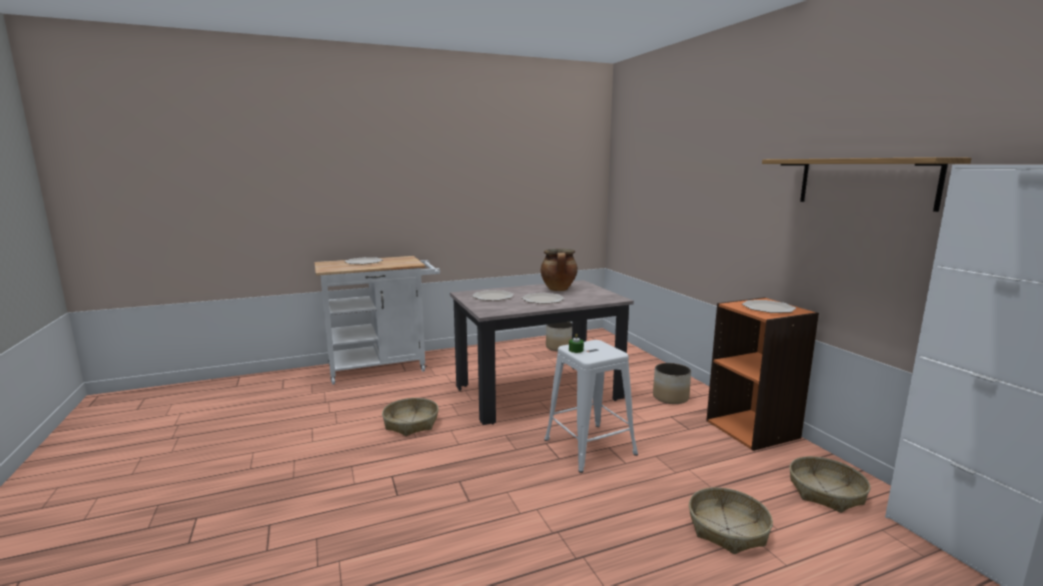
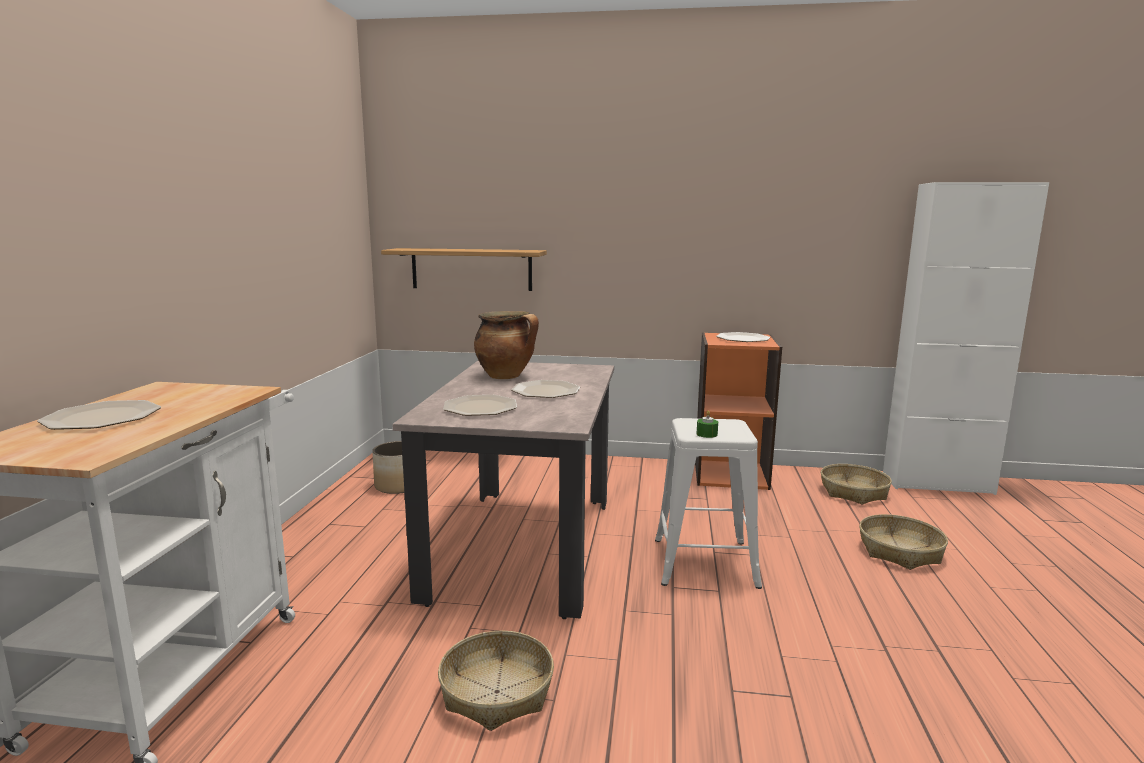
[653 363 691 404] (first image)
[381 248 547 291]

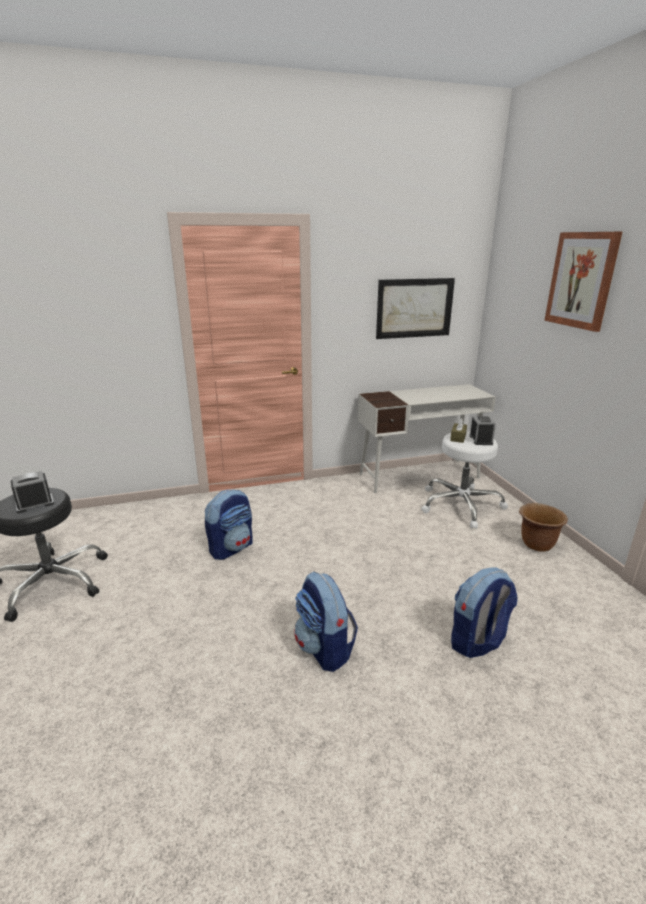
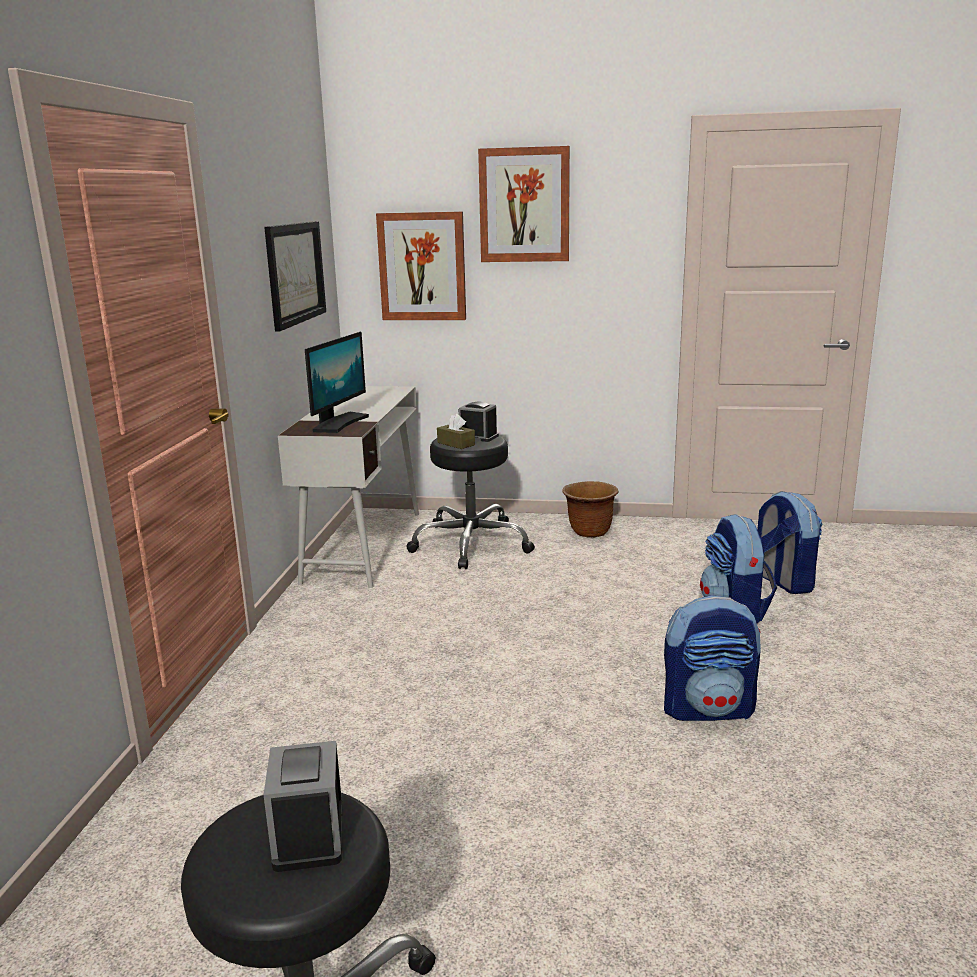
[757 491 822 594]
[406 436 535 569]
[305 332 369 433]
[376 212 466 320]

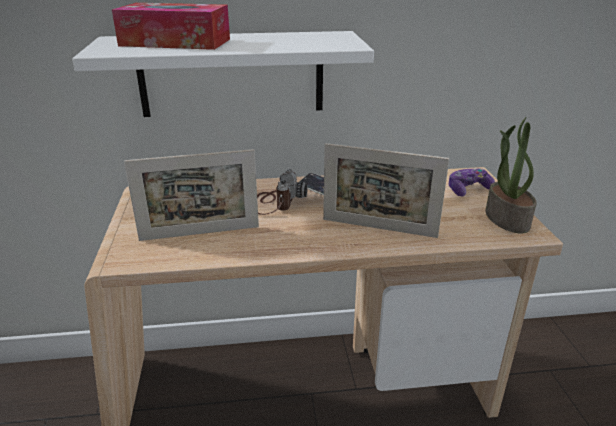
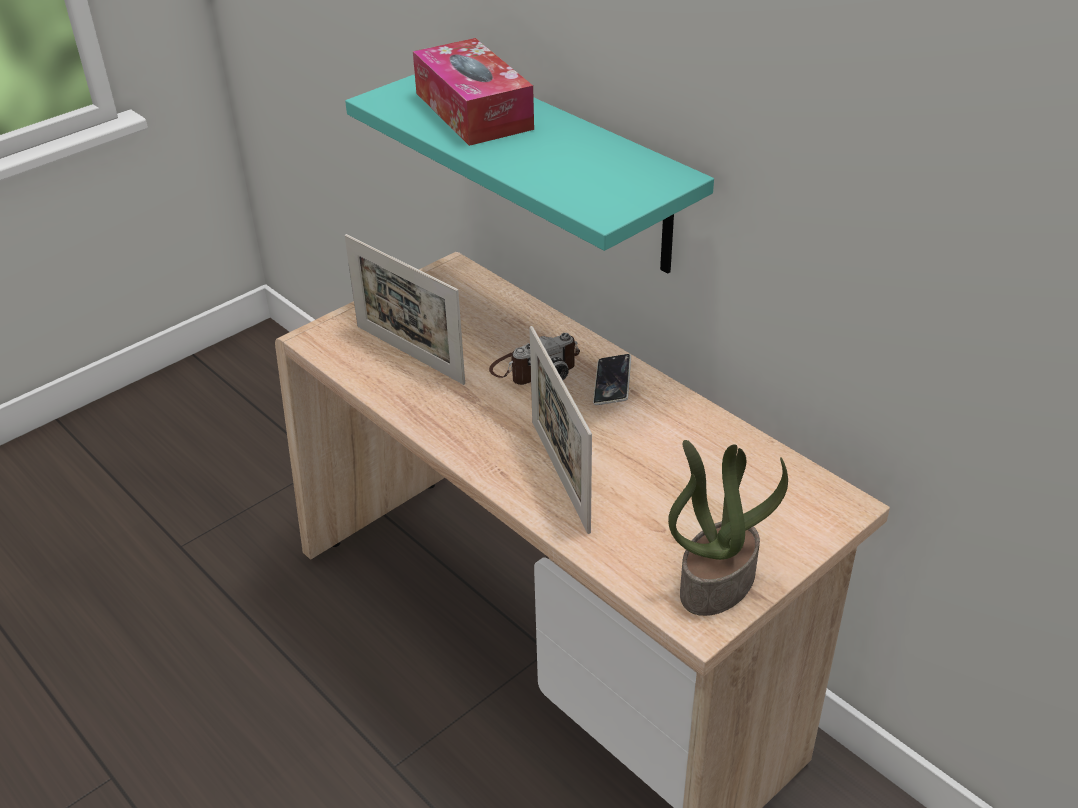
[345 74 714 273]
[449 168 495 197] (first image)

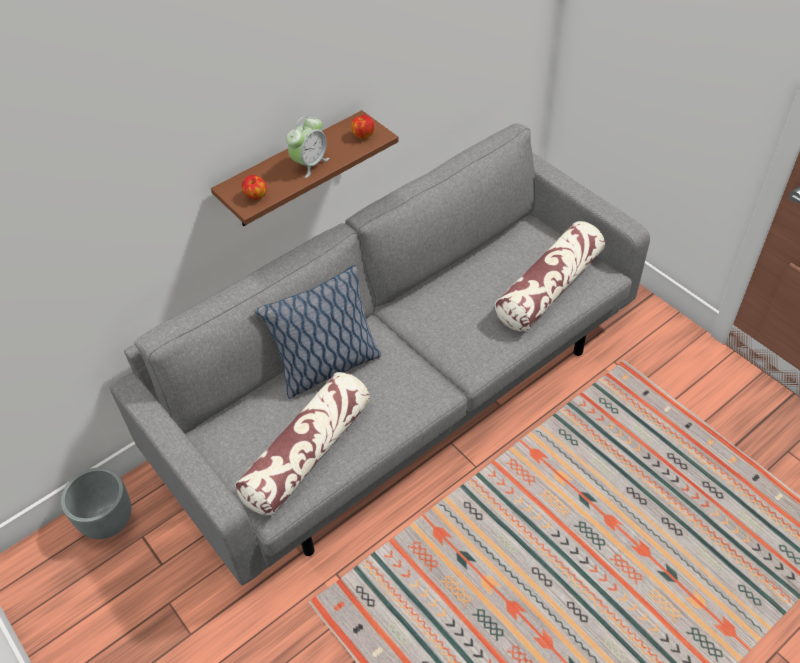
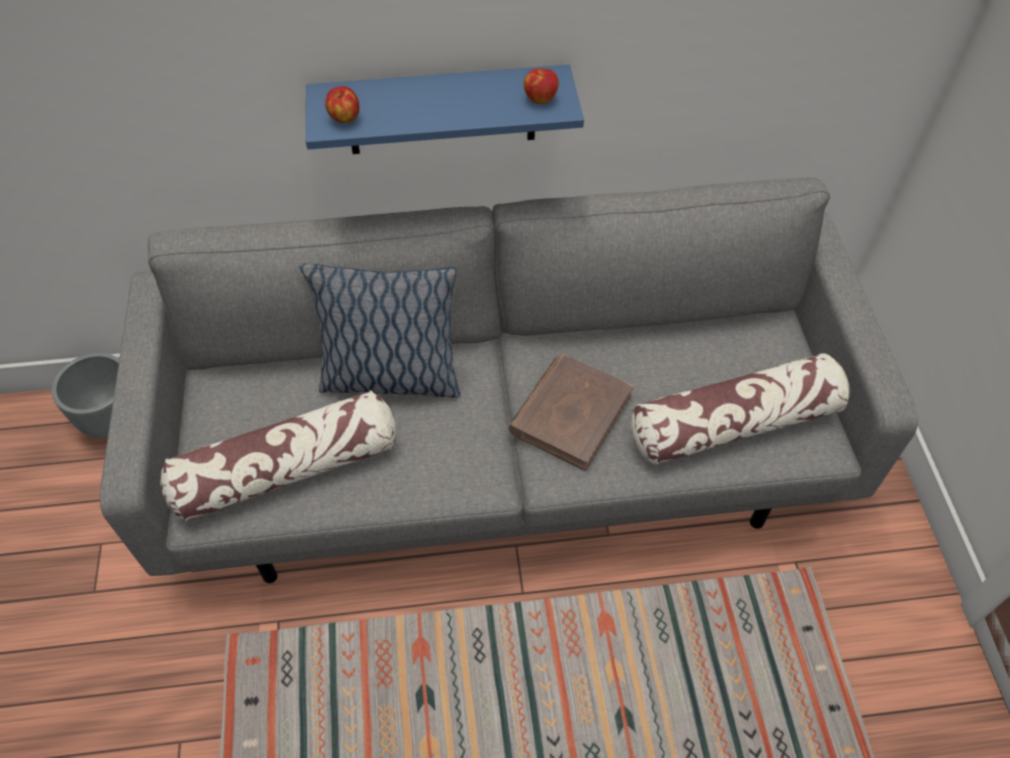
[306 65 584 154]
[286 116 329 178] (first image)
[509 354 633 471]

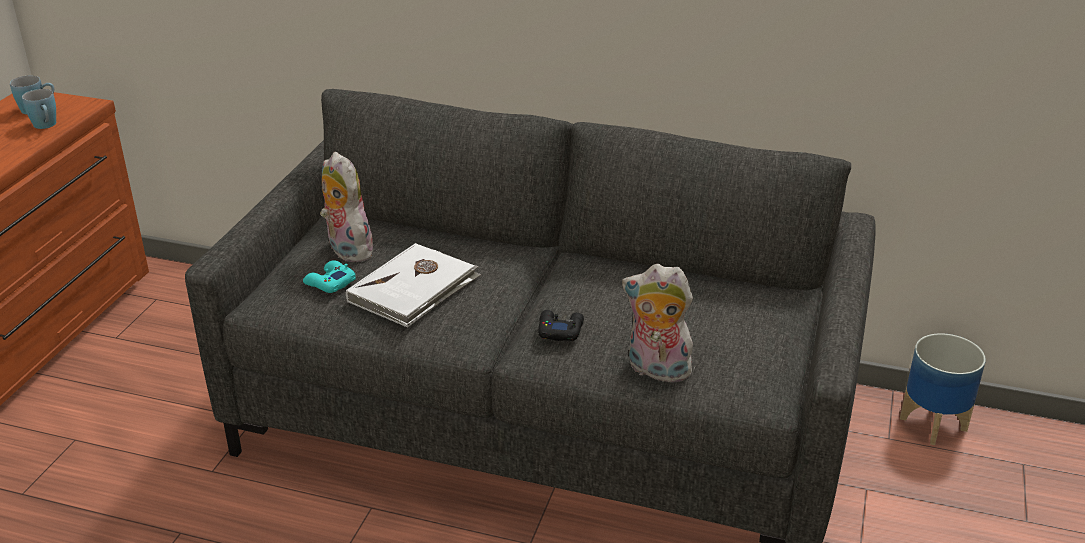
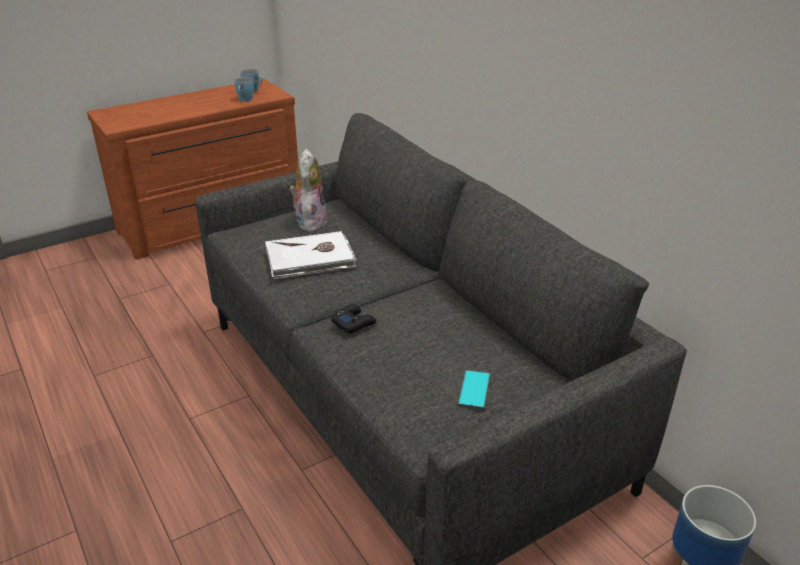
[303 260 356 293] (first image)
[622 264 693 382] (first image)
[458 369 490 410]

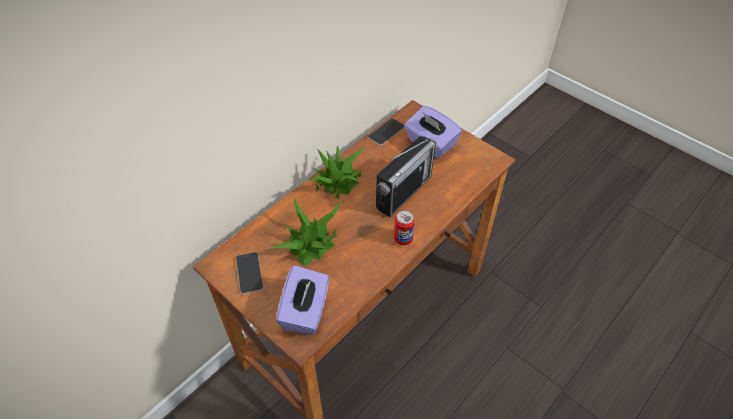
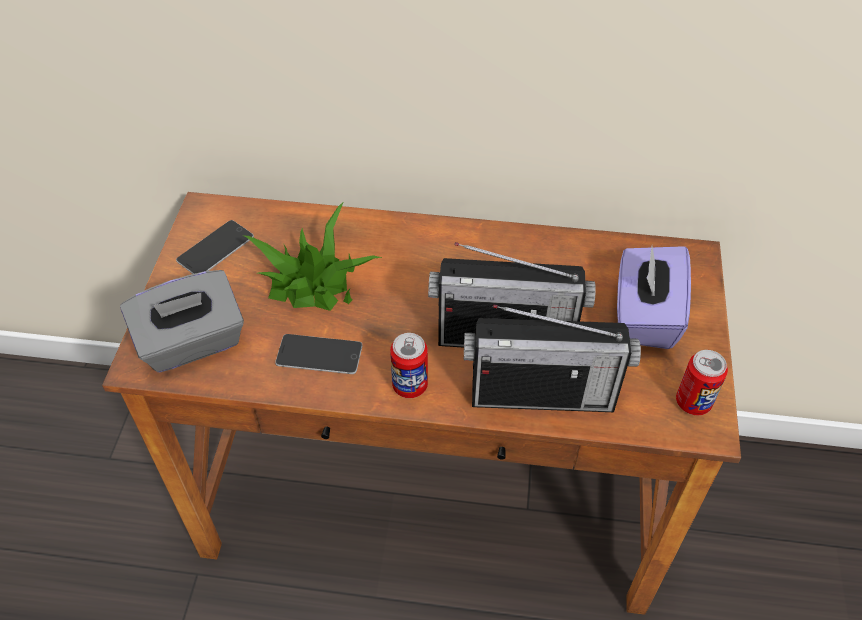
[120 270 244 372]
[309 146 365 199] (first image)
[275 334 363 374]
[464 304 641 412]
[676 350 728 415]

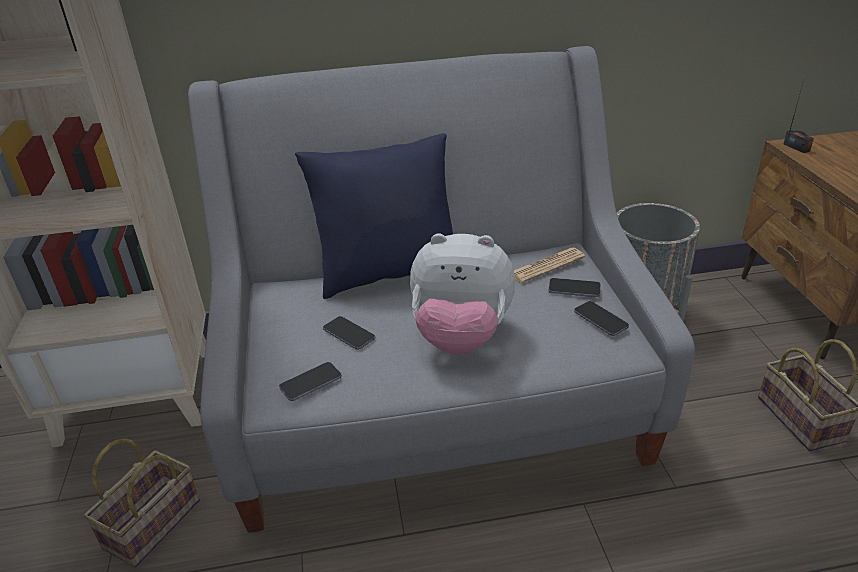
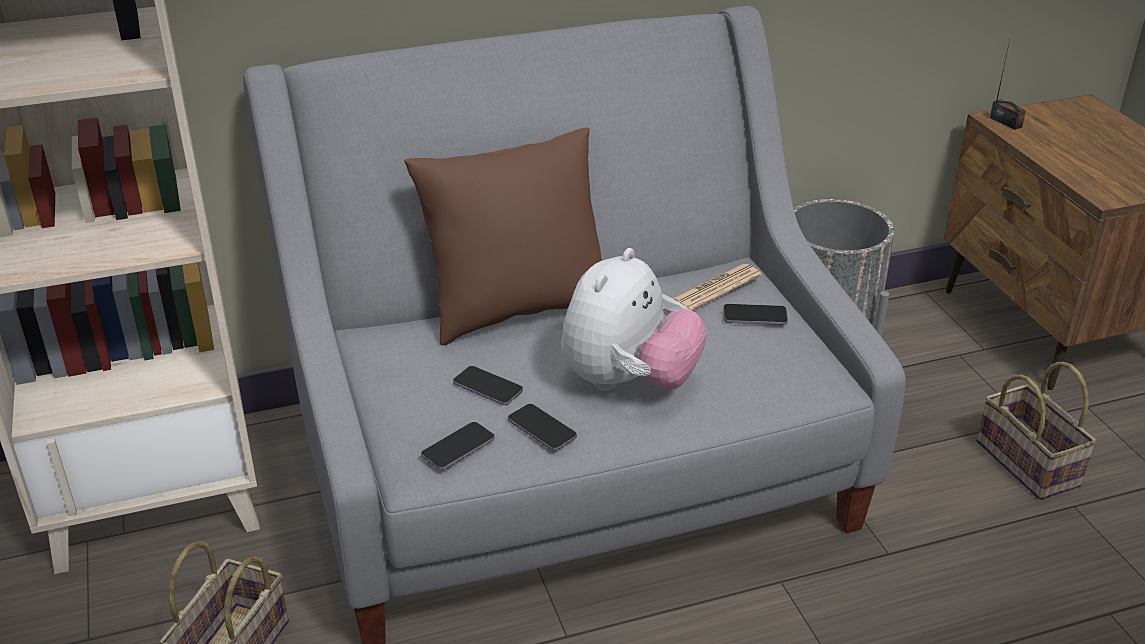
[404 128 602 346]
[561 248 707 391]
[508 404 577 451]

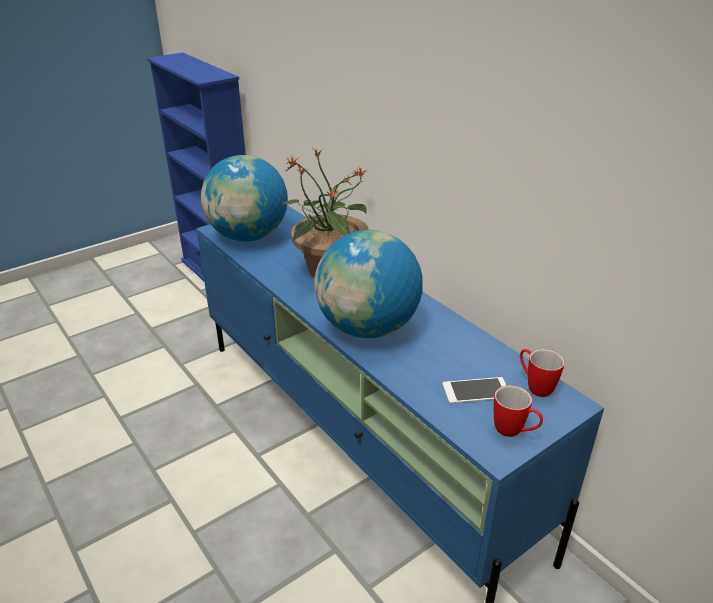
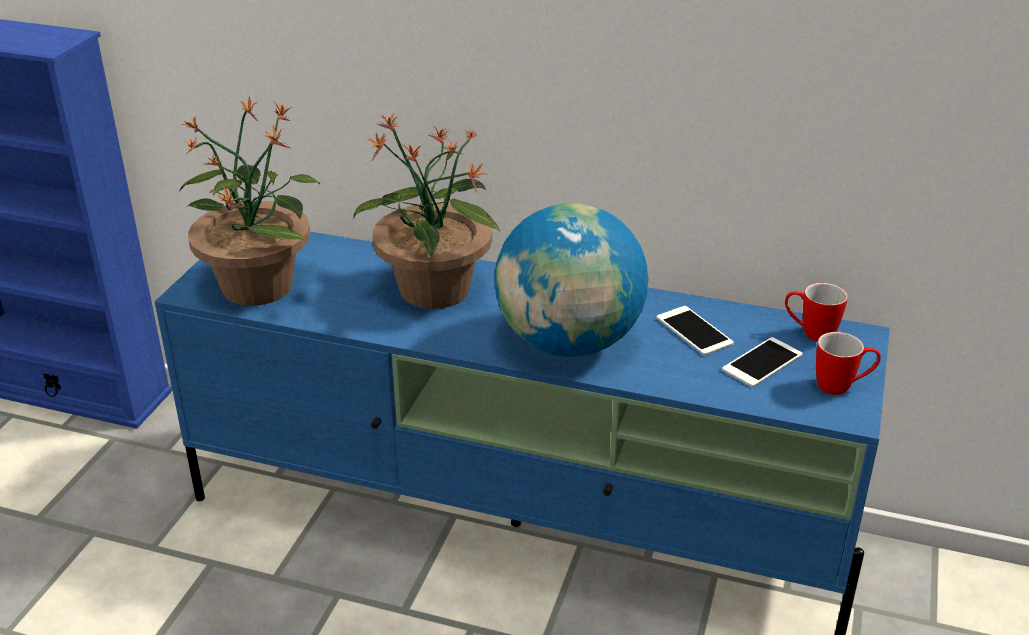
[179 95 320 306]
[657 306 734 355]

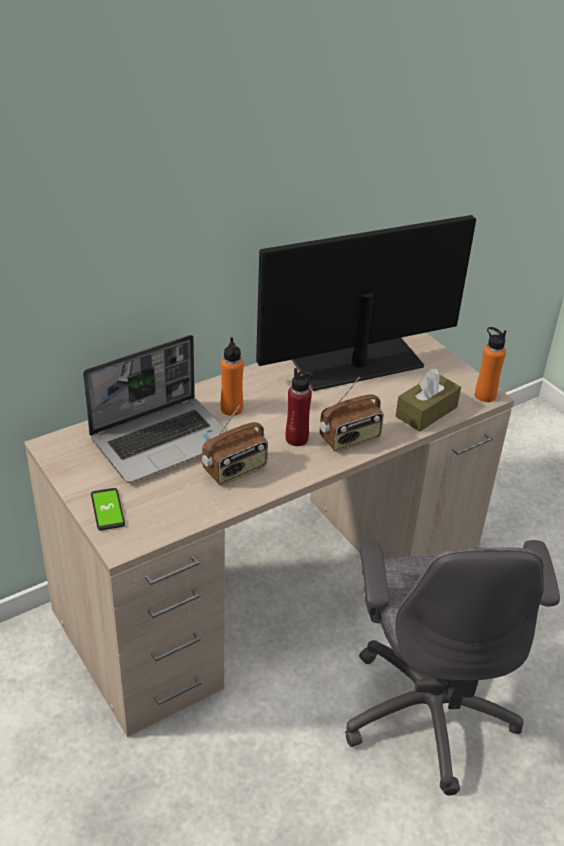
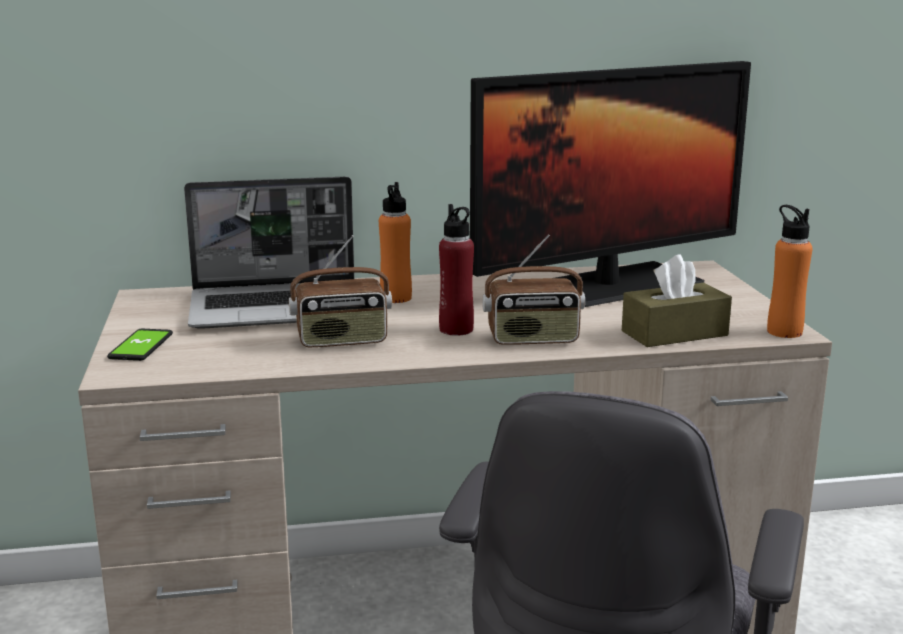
[470 61 751 307]

